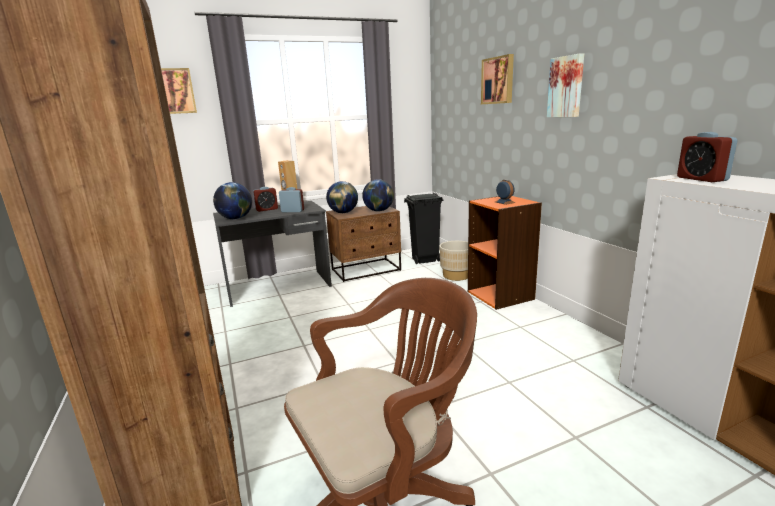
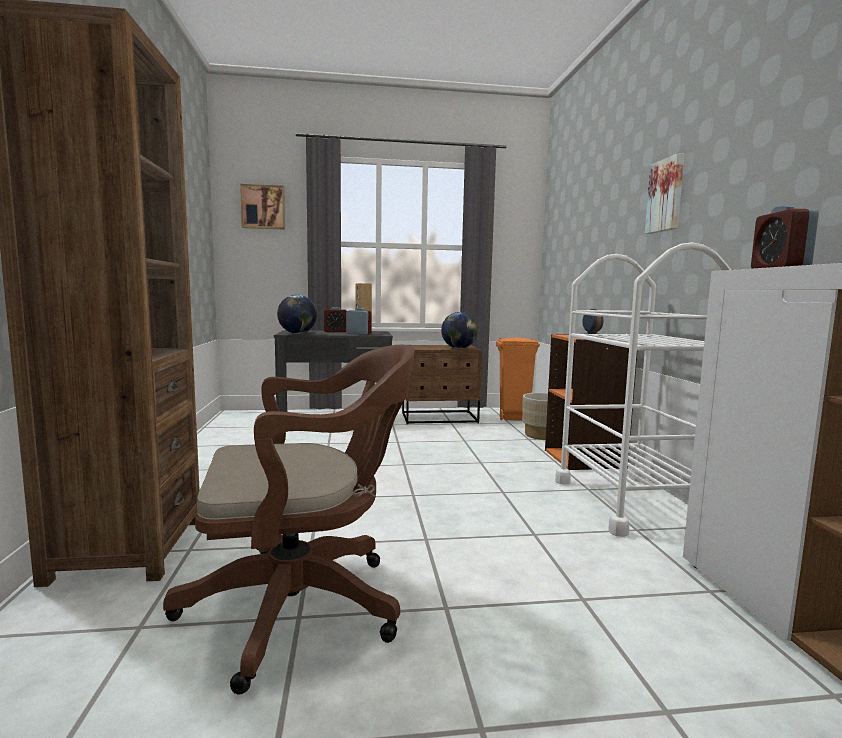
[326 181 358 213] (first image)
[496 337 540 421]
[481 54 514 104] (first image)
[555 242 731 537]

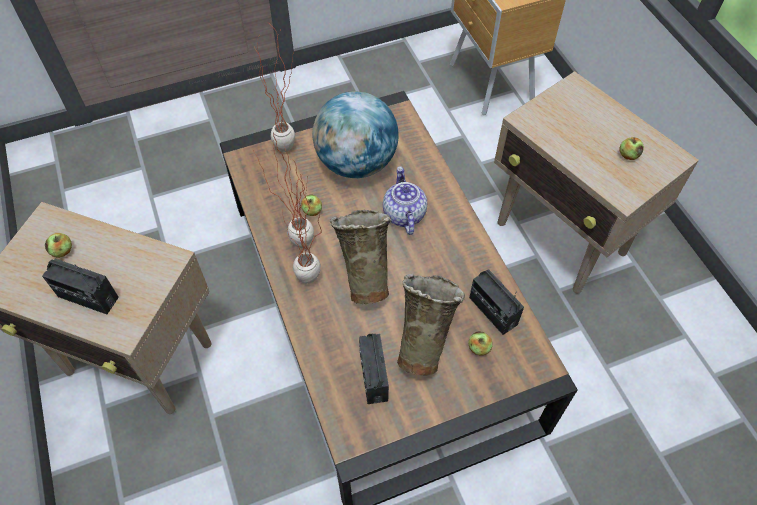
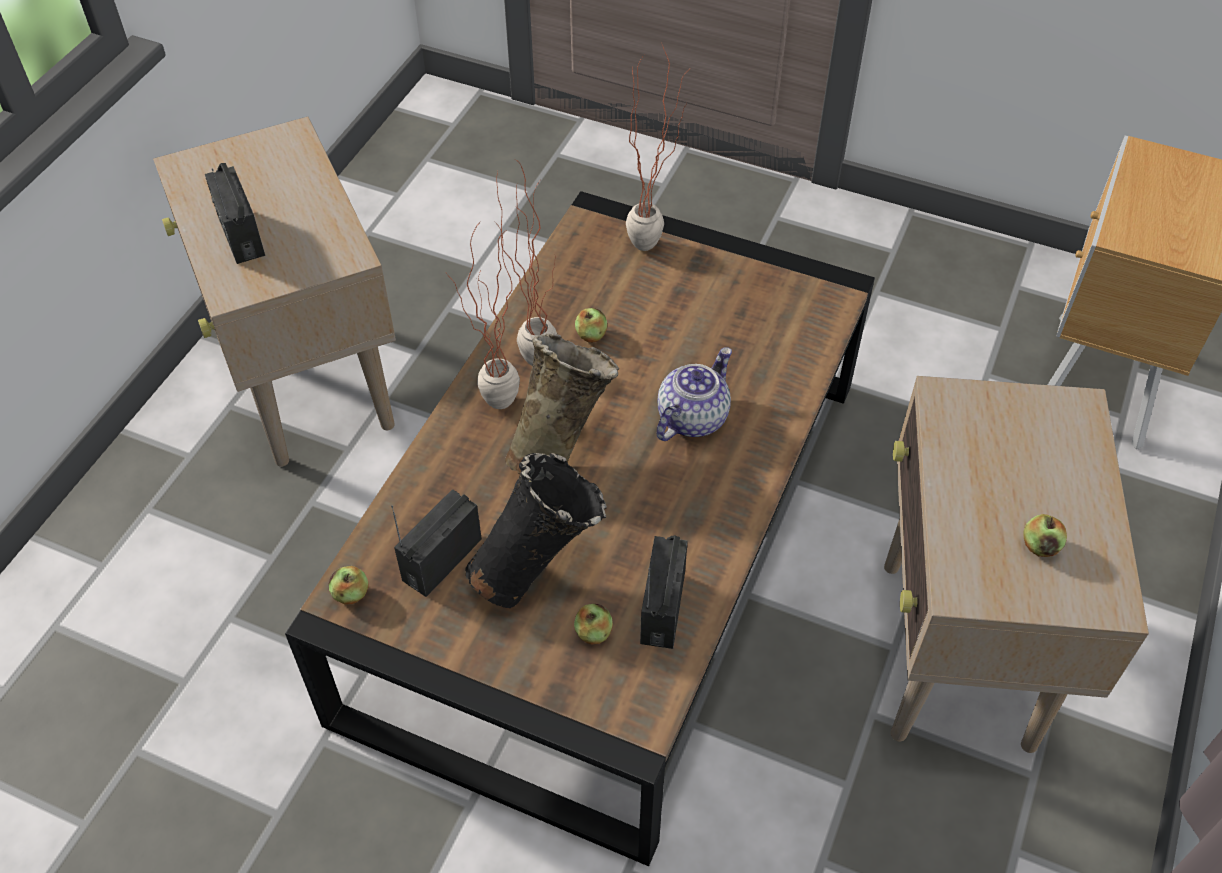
[328 566 369 605]
[313 91 398 178] (first image)
[465 453 607 608]

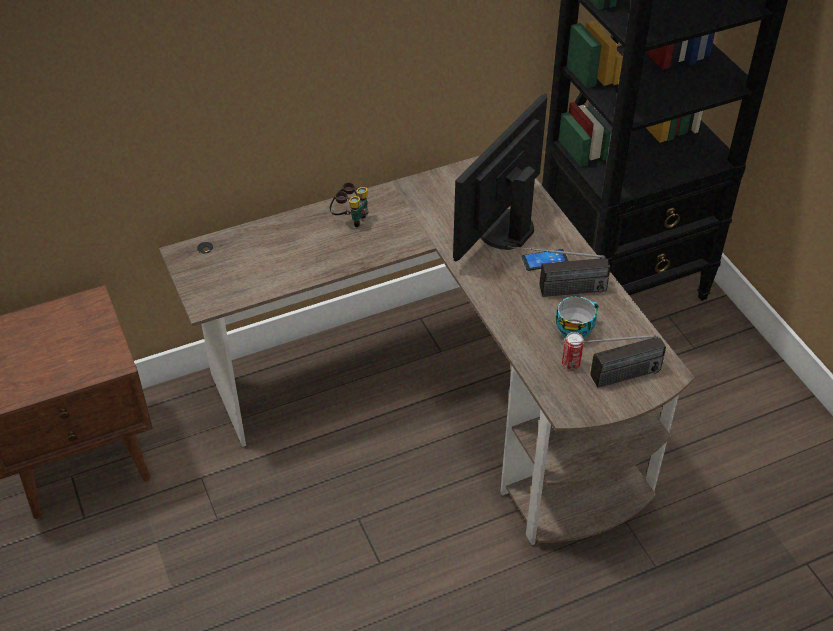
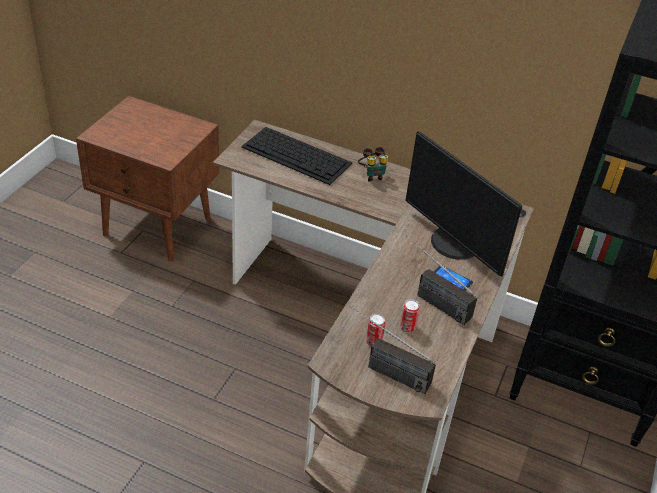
[405 131 522 277]
[400 299 420 332]
[241 127 352 185]

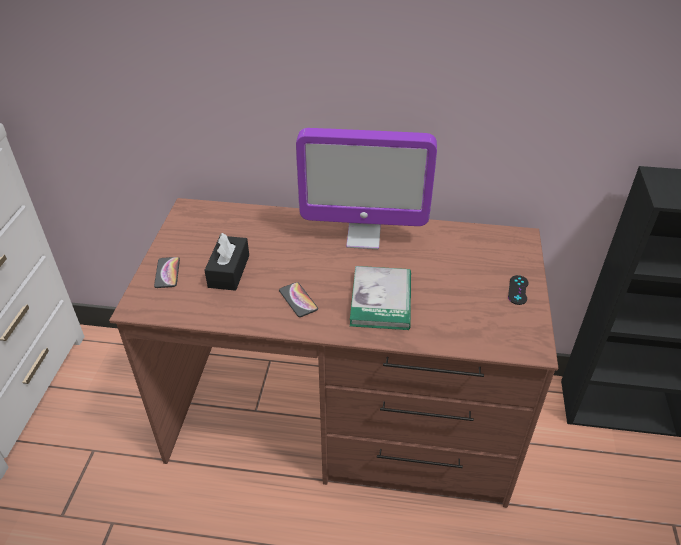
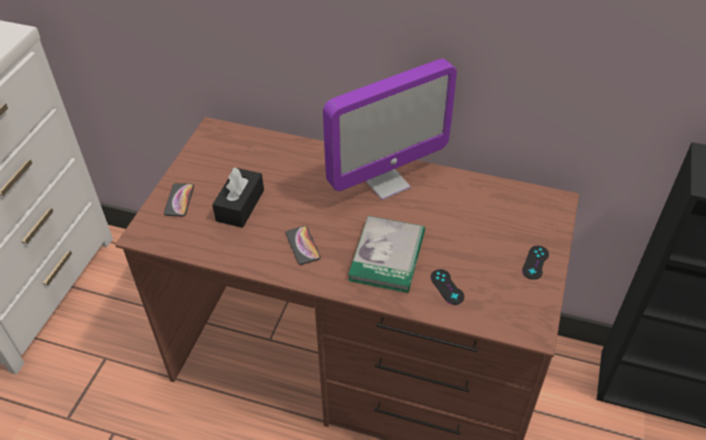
[323 59 457 200]
[431 269 464 305]

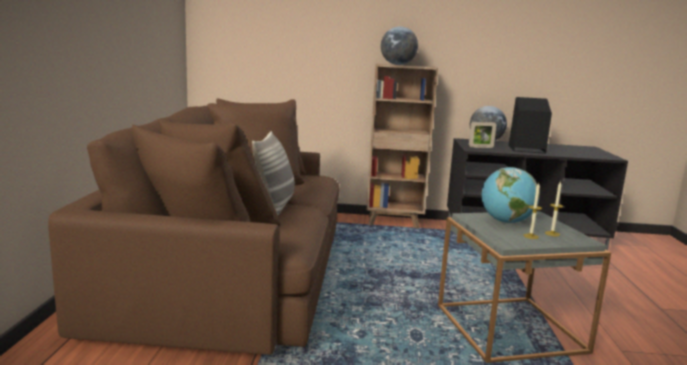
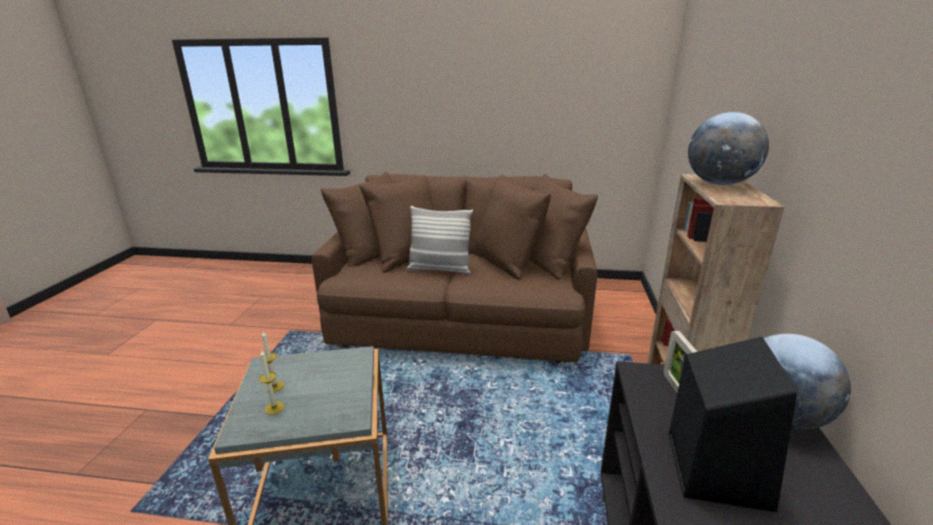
[482 167 540 223] (first image)

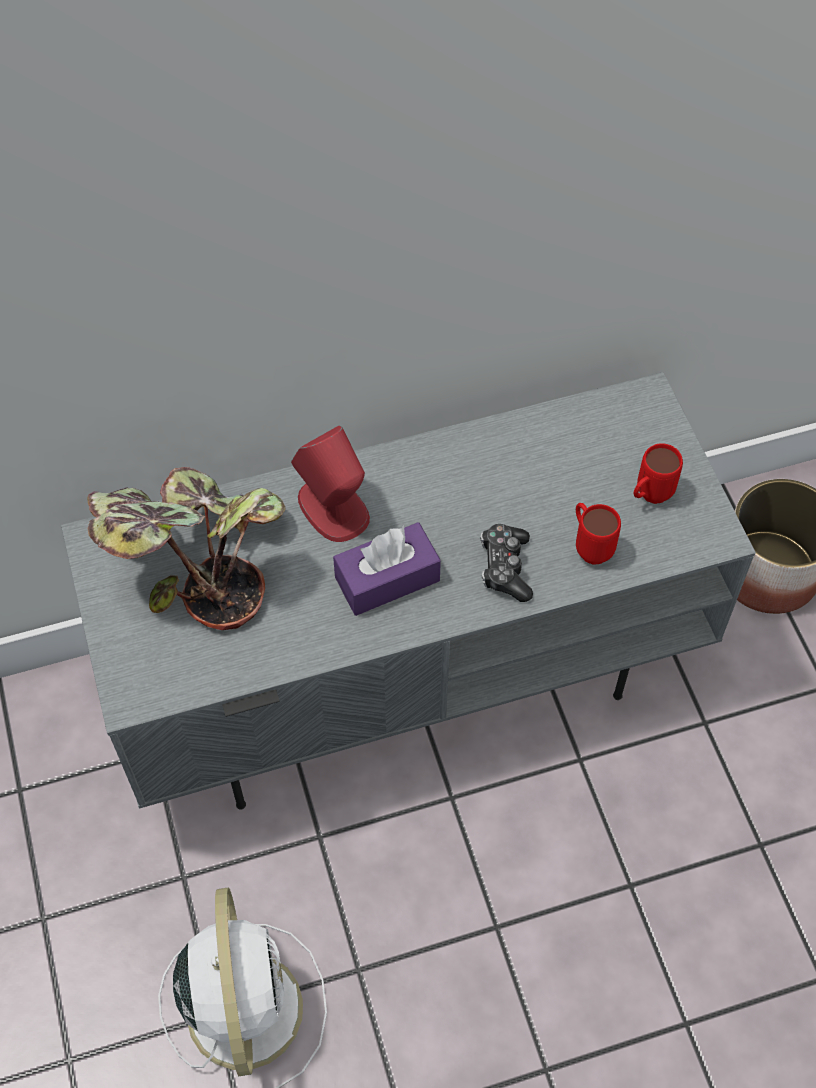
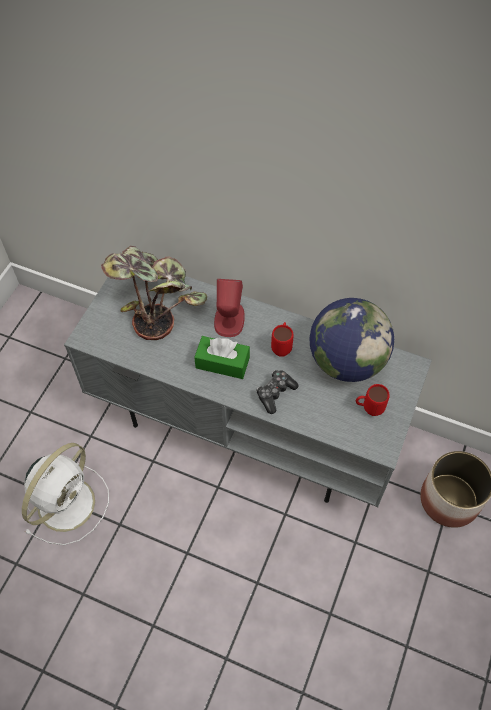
[194 336 250 379]
[271 322 294 357]
[310 298 394 382]

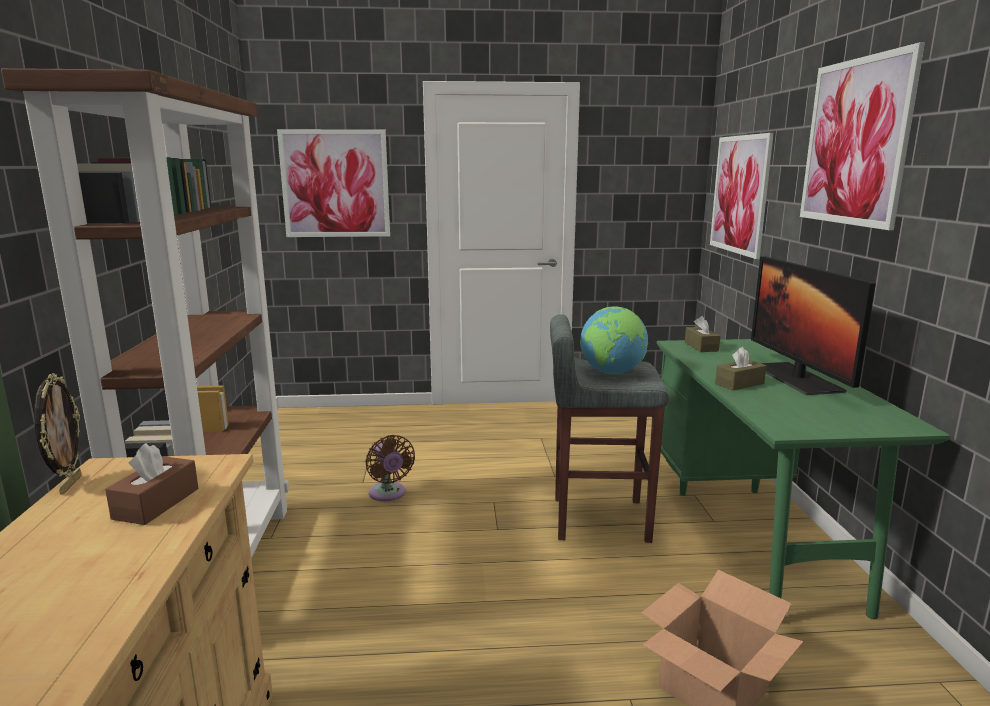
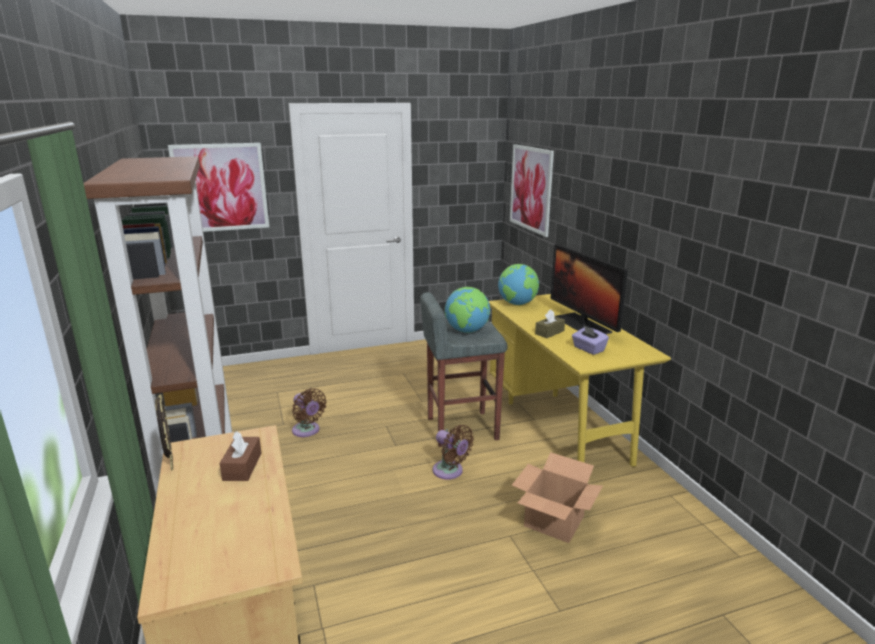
[489 294 671 467]
[498 264 539 305]
[800 42 925 230] (first image)
[433 425 474 480]
[572 325 609 355]

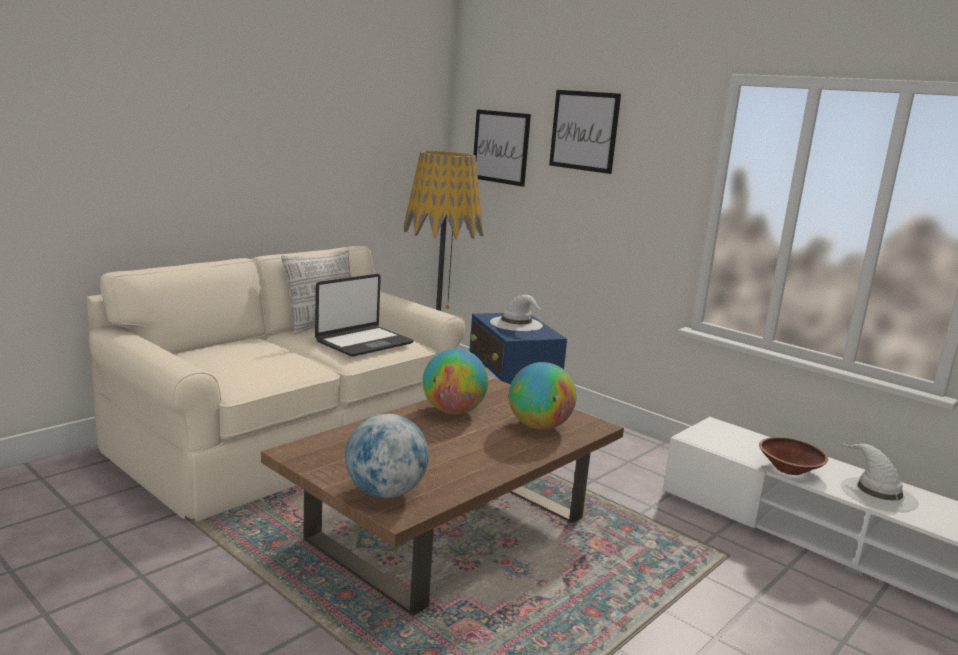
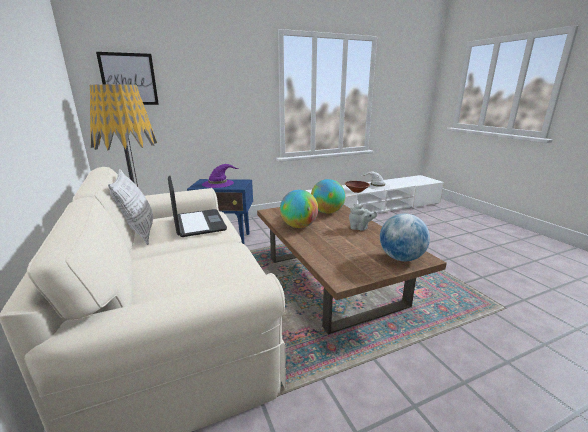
[202 164 239 188]
[549 90 621 174] (first image)
[349 204 377 231]

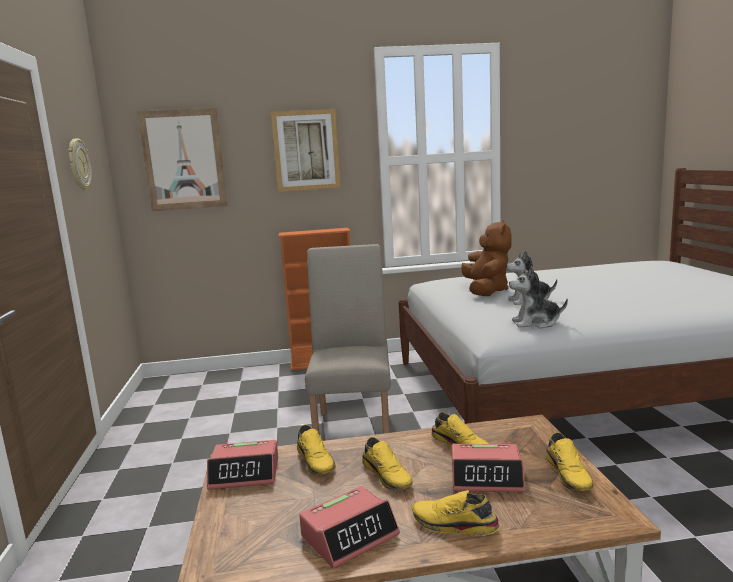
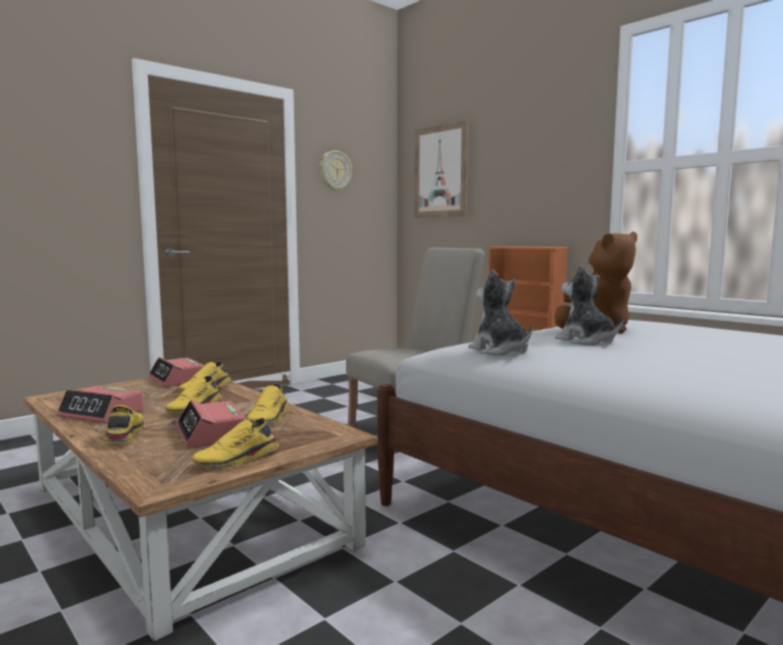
[271 109 341 192] (first image)

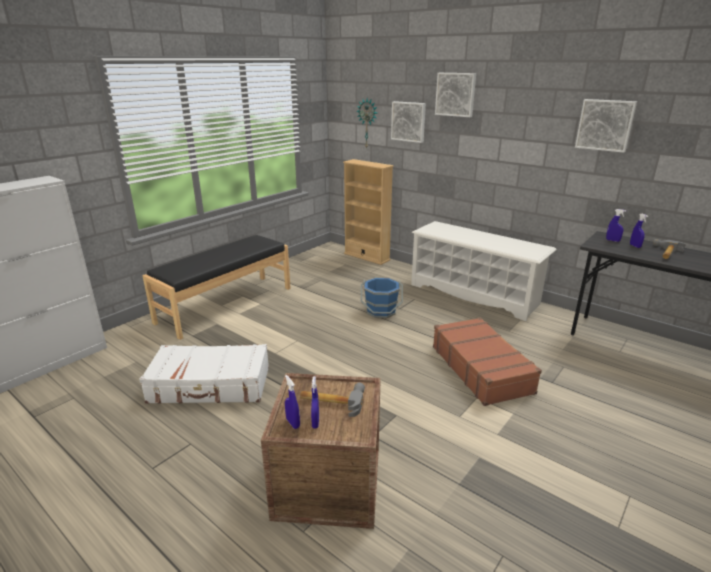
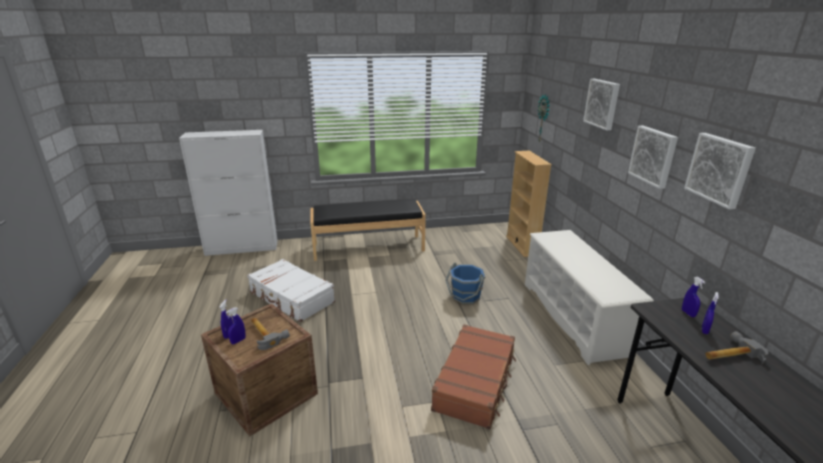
[628 126 678 189]

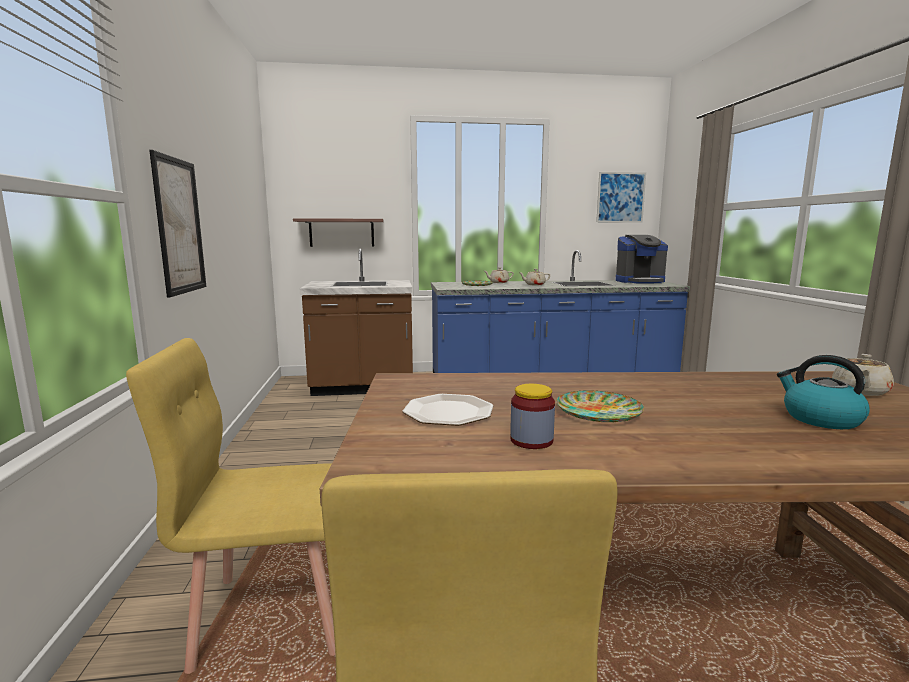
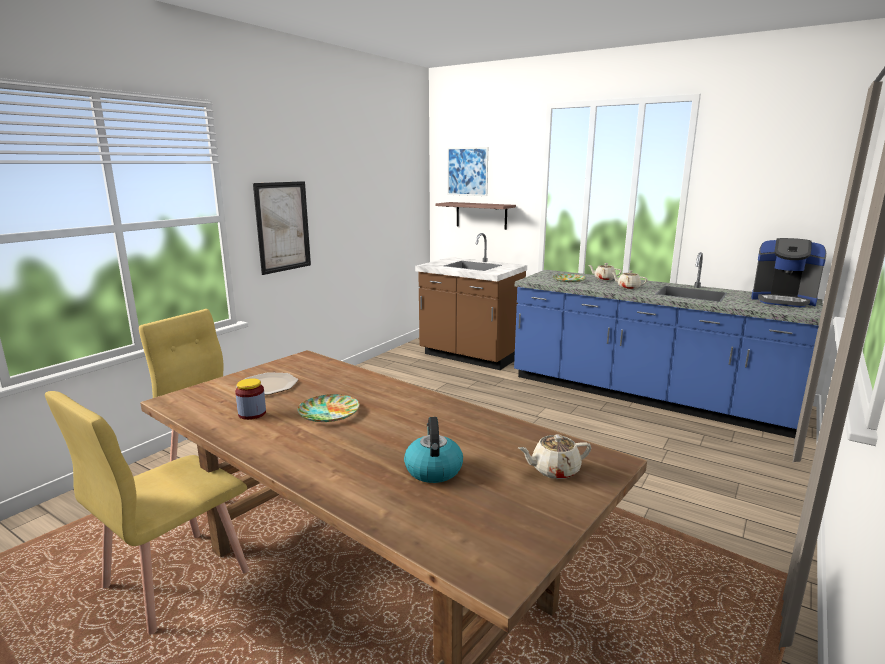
[447 147 488 196]

